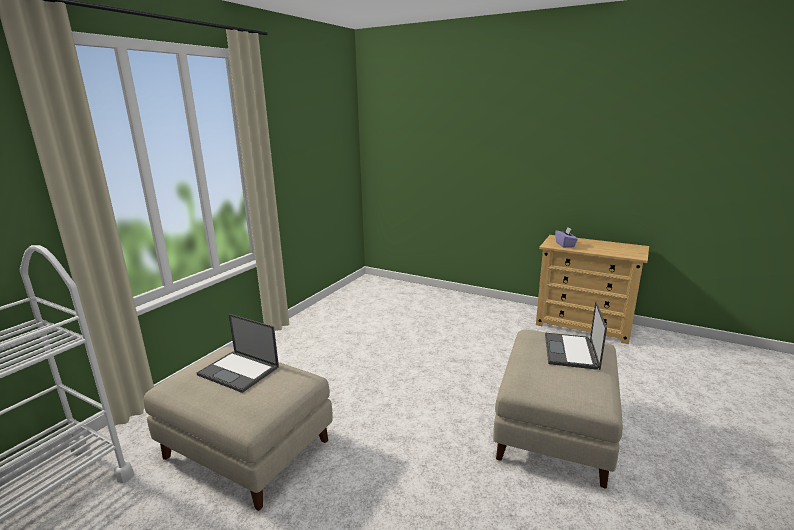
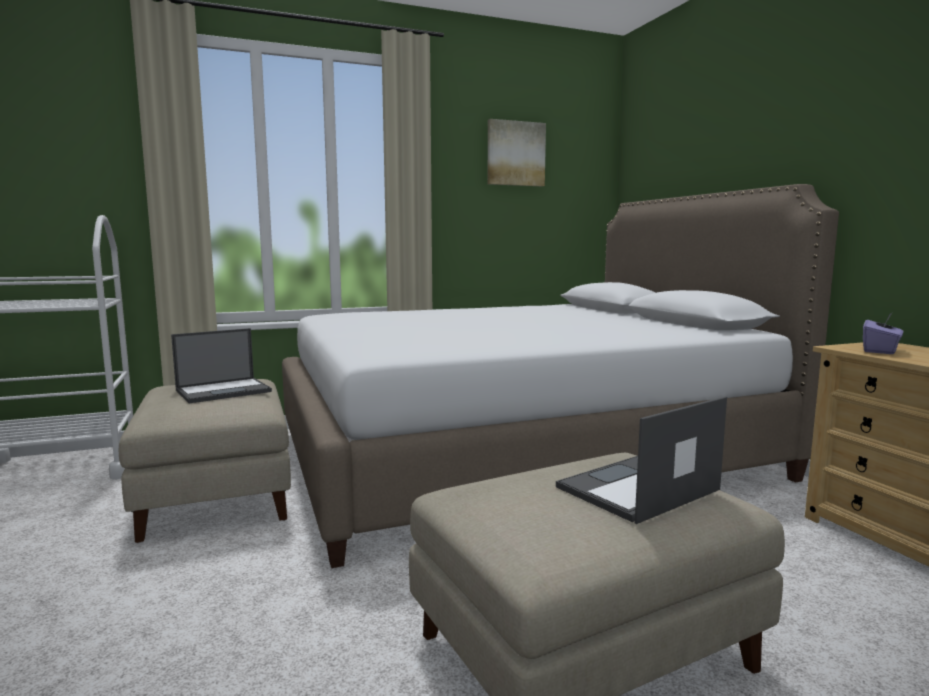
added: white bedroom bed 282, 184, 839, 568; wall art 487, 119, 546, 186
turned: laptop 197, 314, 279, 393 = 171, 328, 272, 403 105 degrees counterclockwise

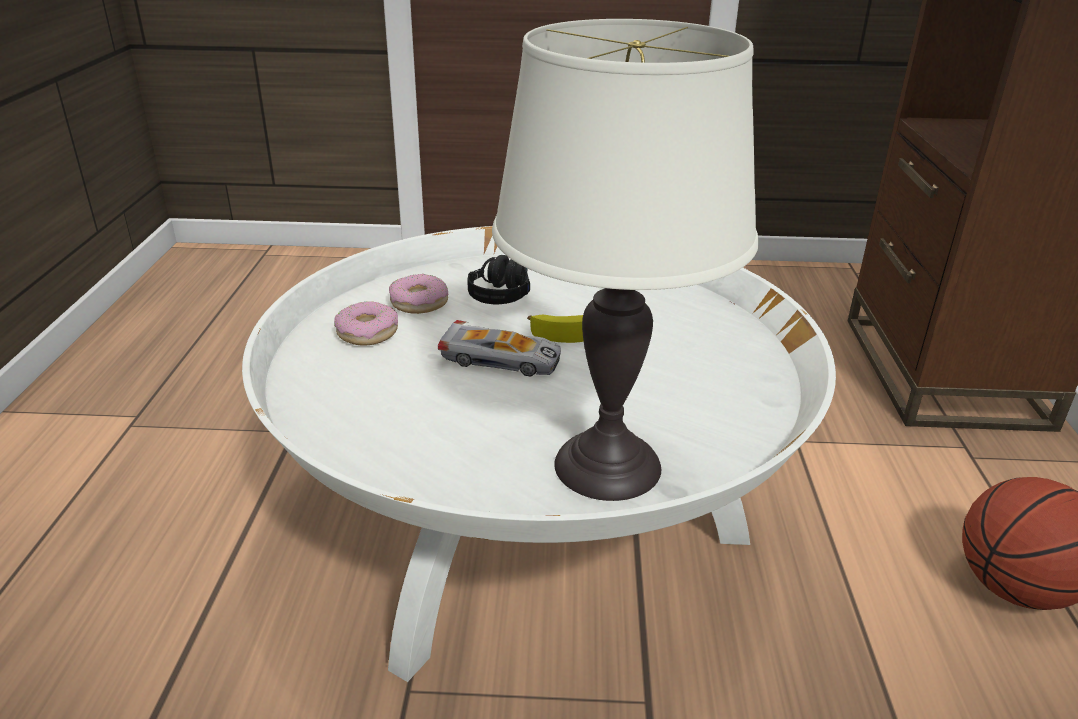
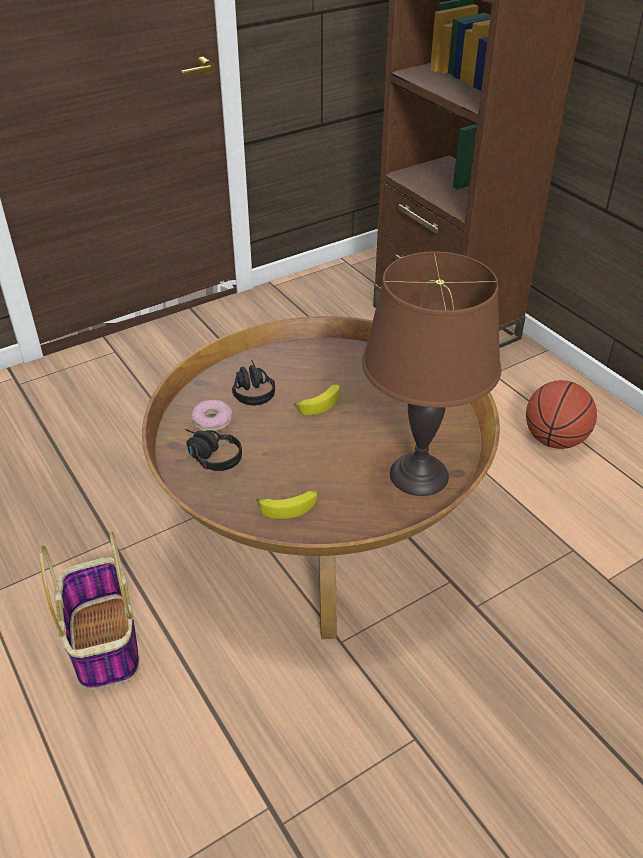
removed: model car 438, 320, 561, 377
added: basket 40, 531, 139, 690; banana 256, 490, 318, 519
replaced: doughnut 334, 301, 398, 346 to black headphones 185, 429, 242, 471
recoloured: white lounge table 242, 226, 836, 682 to brown lounge table 142, 316, 500, 639; white tabletop lamp 492, 19, 759, 501 to brown tabletop lamp 362, 252, 501, 496

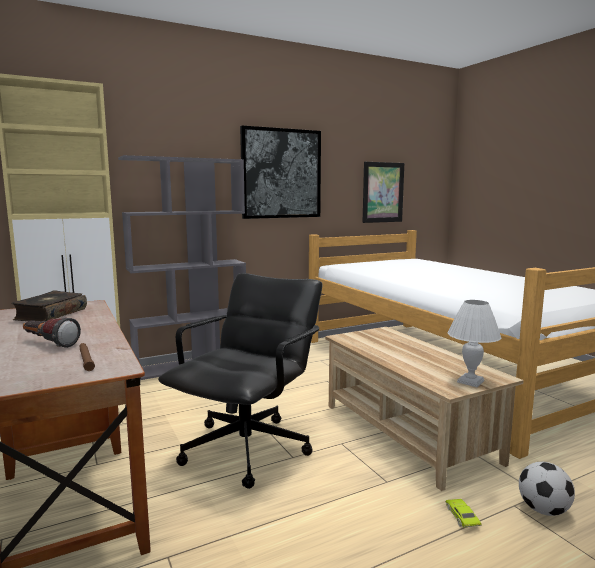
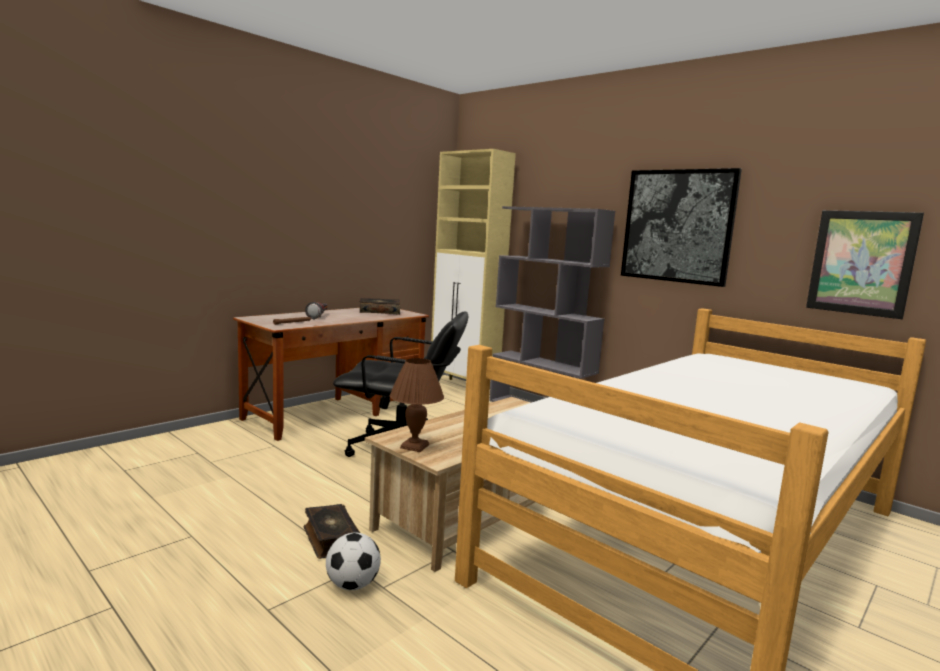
replaced: green model car 445, 499, 482, 527 to book 304, 504, 360, 559
recoloured: white tabletop lamp 448, 300, 501, 387 to brown tabletop lamp 390, 358, 444, 452

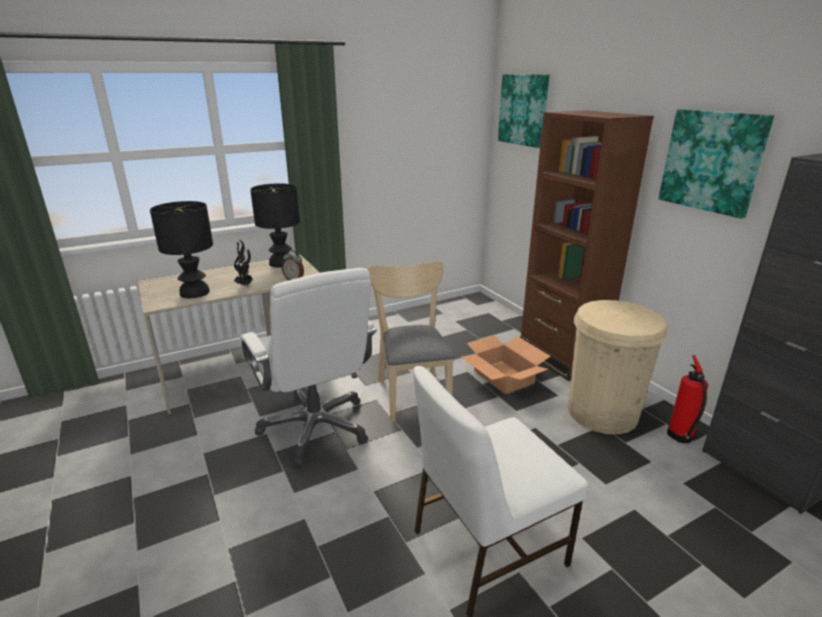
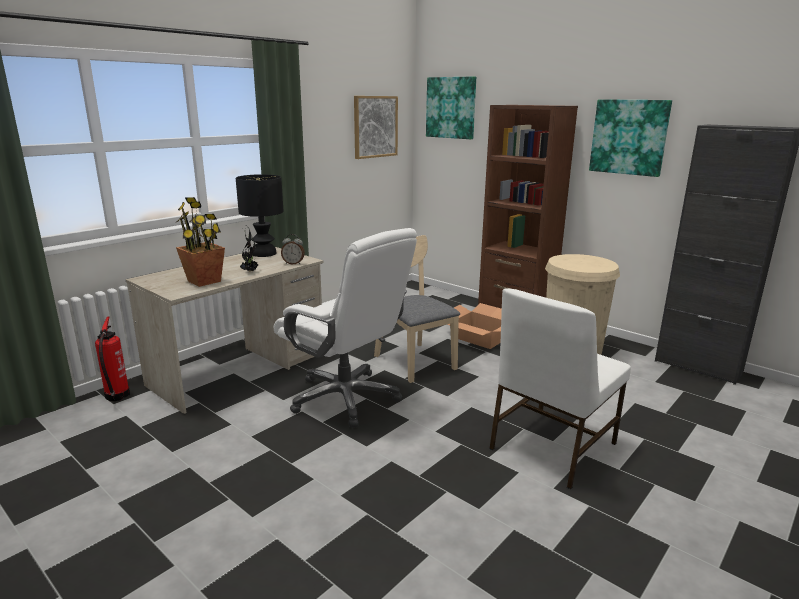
added: wall art 354, 96, 398, 159
moved: extinguisher 667, 355, 708, 443 to 95, 317, 130, 401
replaced: black tabletop lamp 150, 201, 213, 298 to houseplant 176, 197, 225, 287

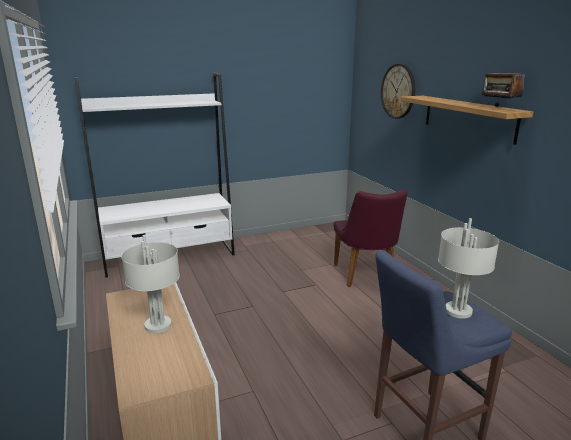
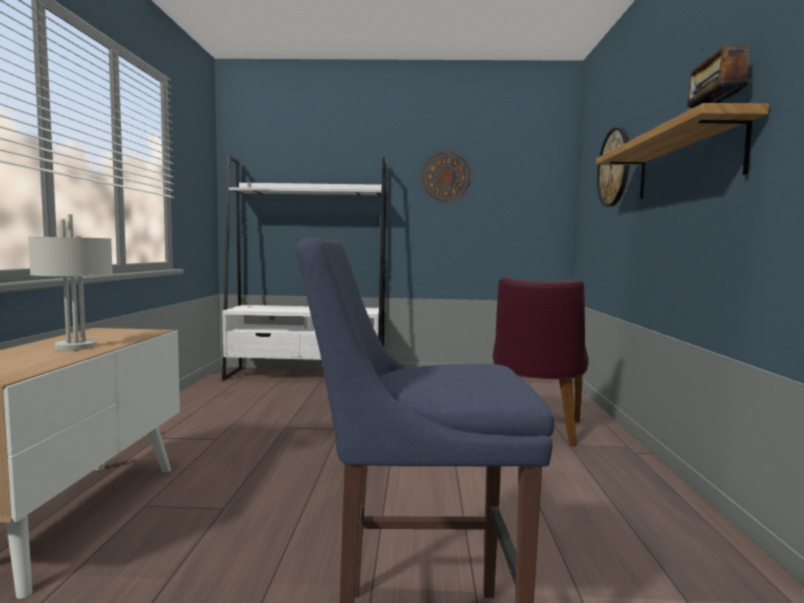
removed: grey tabletop lamp 438, 218, 499, 319
added: wall clock 422, 152, 471, 202

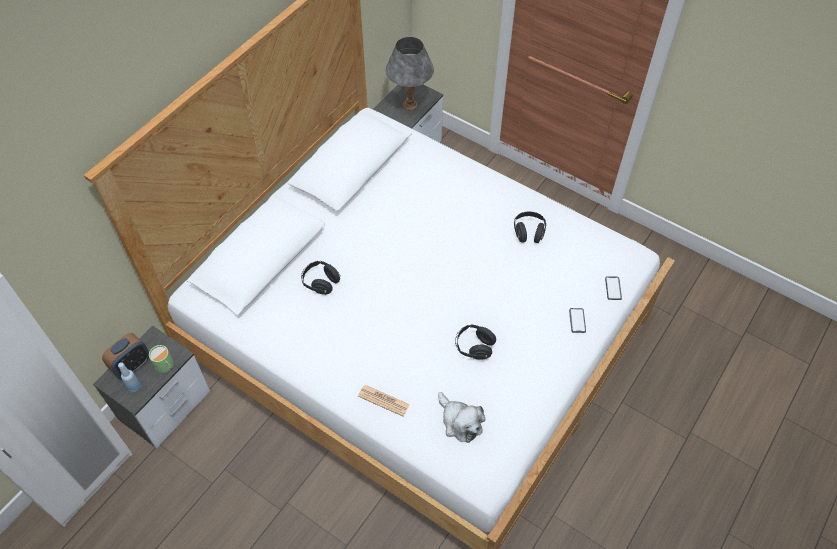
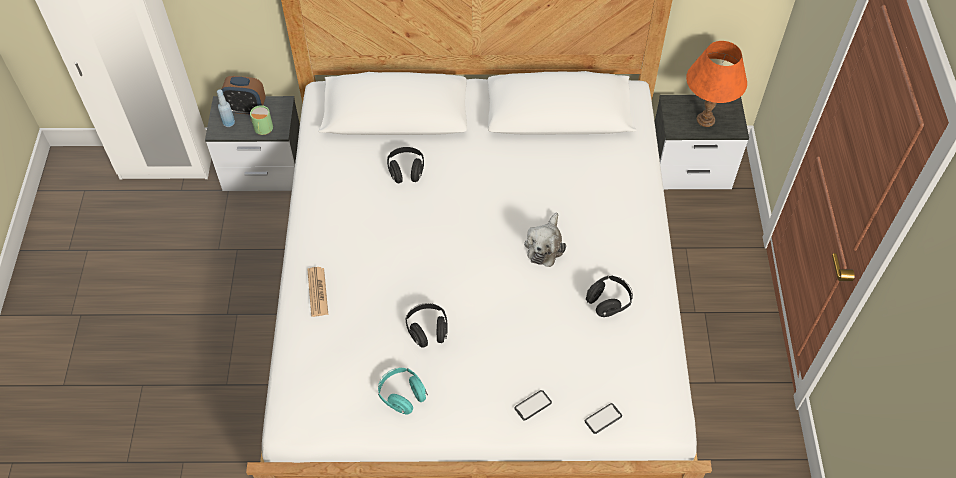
added: turquoise-coloured headphones 378, 368, 428, 415
moved: plush toy 438, 392, 486, 443 to 524, 212, 566, 267
recoloured: grey tabletop lamp 386, 37, 434, 110 to orangey tabletop lamp 686, 41, 747, 127

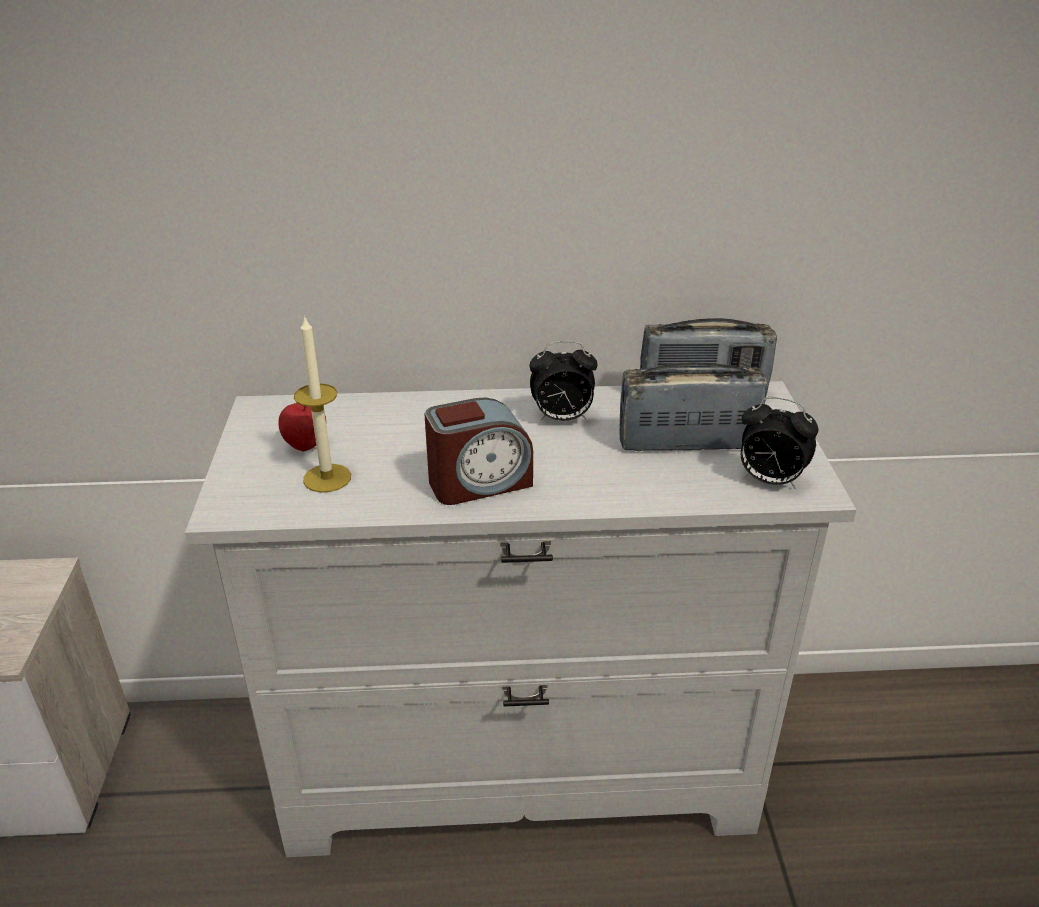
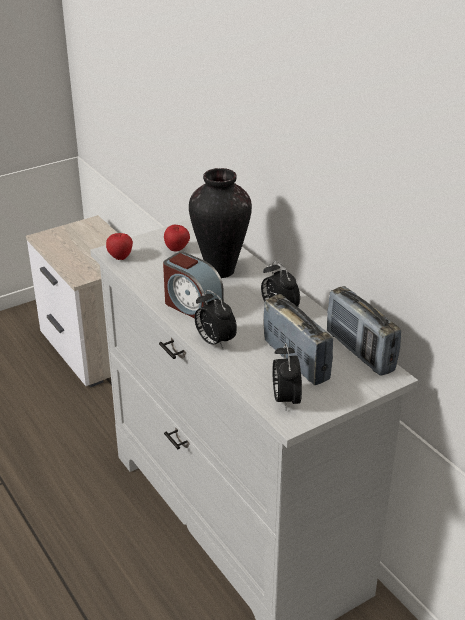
removed: wax light 294, 315, 351, 493
added: apple fruit 106, 233, 133, 260; decorative vase 189, 168, 252, 278; table clock 195, 290, 237, 350

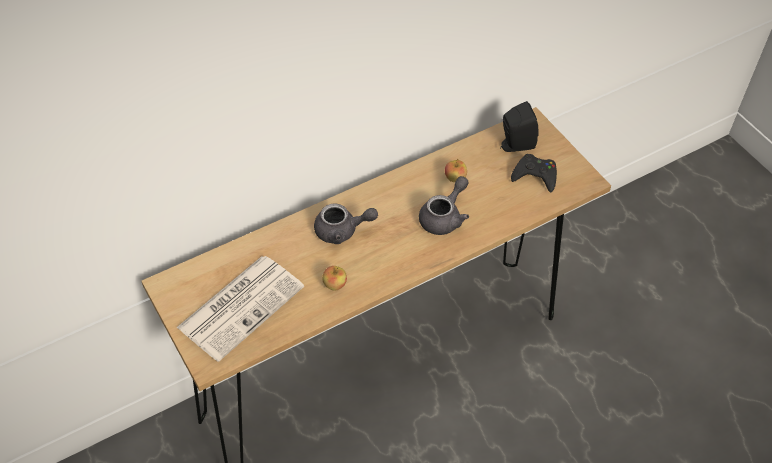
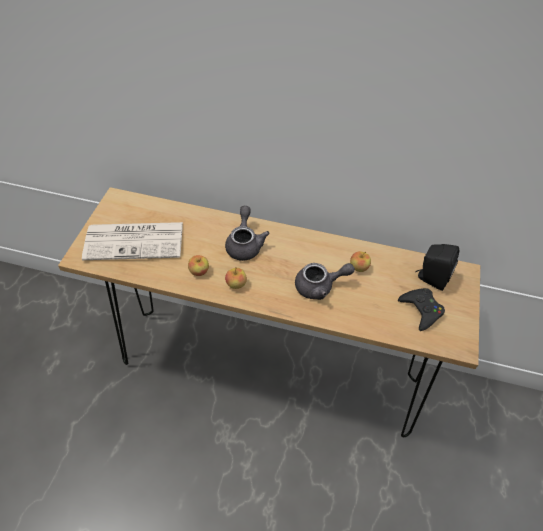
added: apple fruit 225, 267, 247, 289
turned: grey teapot 314, 203, 378, 244 = 225, 206, 270, 261 135 degrees counterclockwise

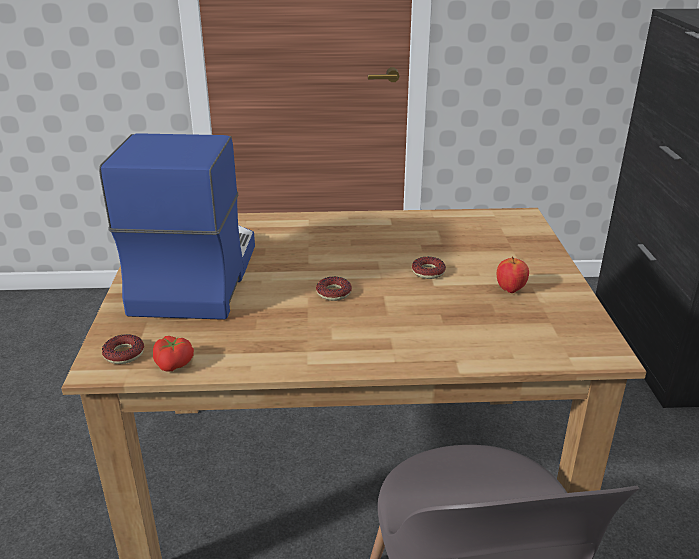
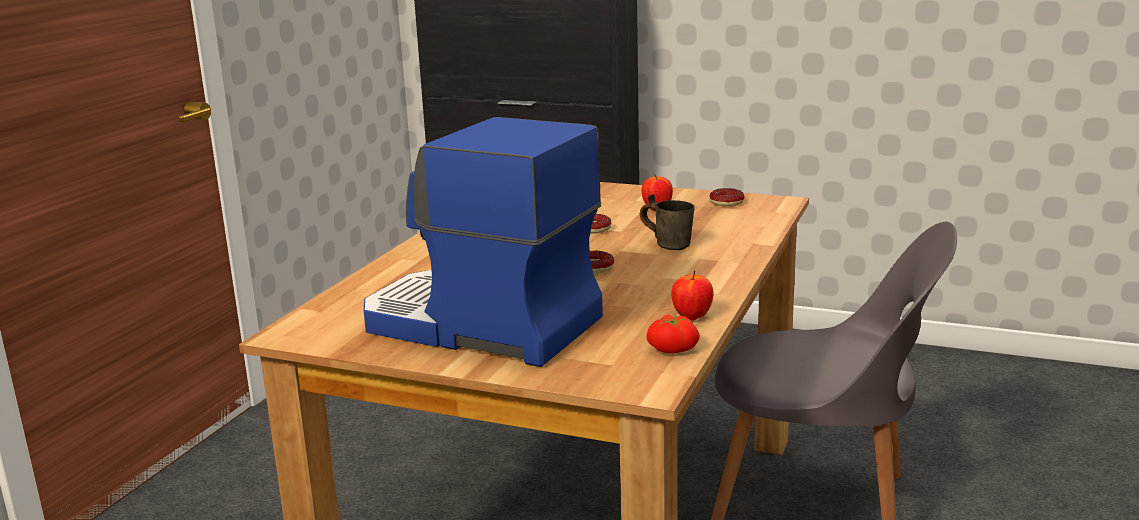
added: grey mug 640, 194, 694, 250; apple fruit 671, 270, 714, 321
moved: doughnut 102, 334, 144, 364 to 709, 188, 744, 206

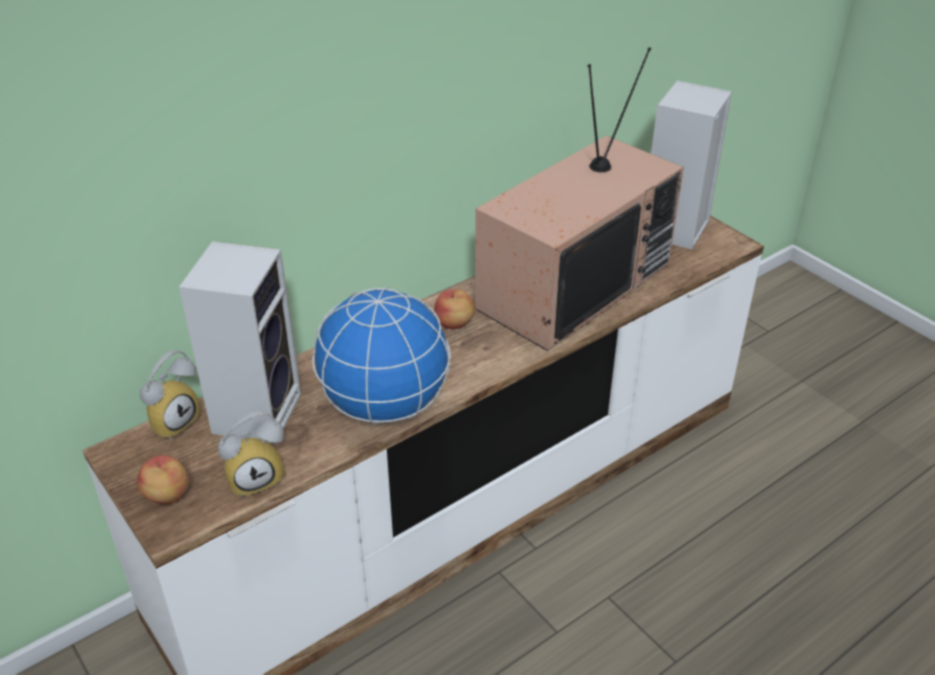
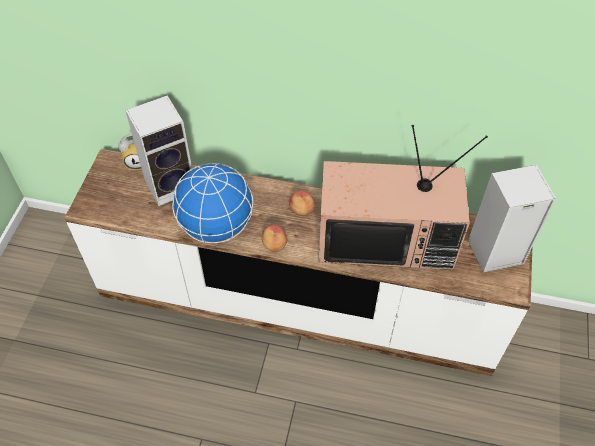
removed: table clock 218, 411, 284, 498
moved: apple fruit 137, 455, 189, 504 to 262, 225, 287, 252

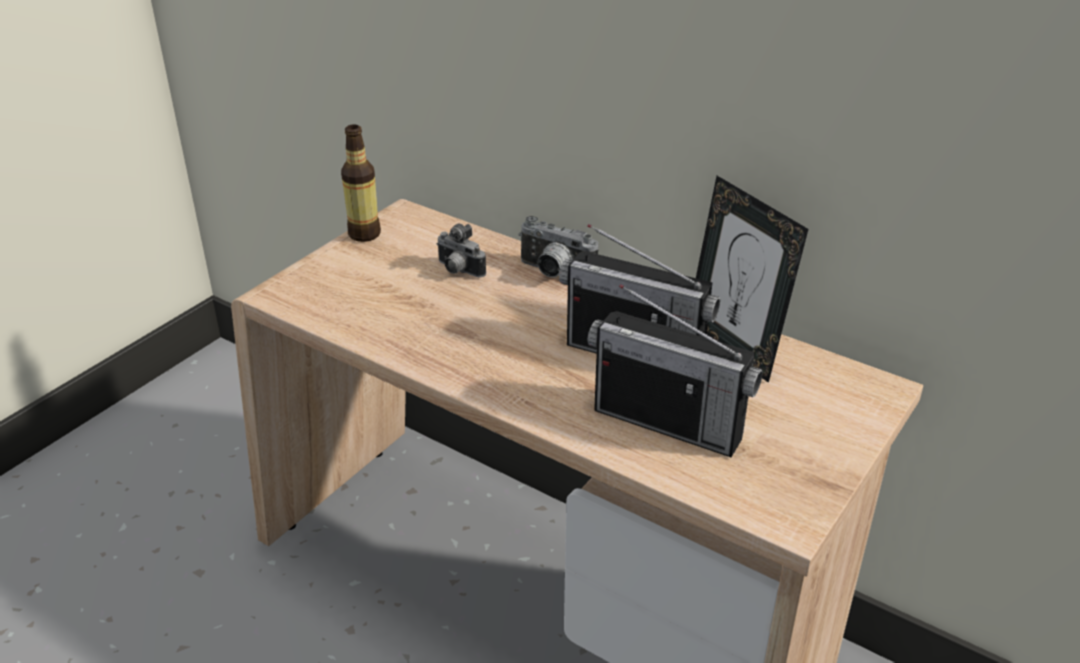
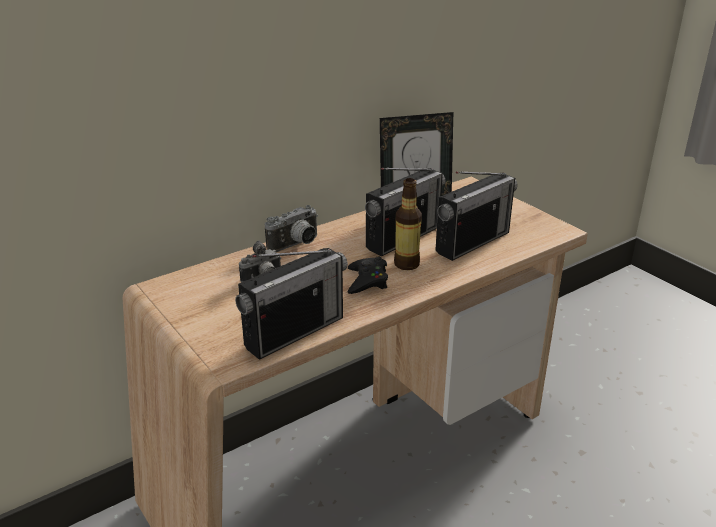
added: radio 235, 248, 348, 360; black game controller 348, 257, 388, 294
moved: drink bottle 341, 124, 381, 242 to 394, 178, 422, 270

